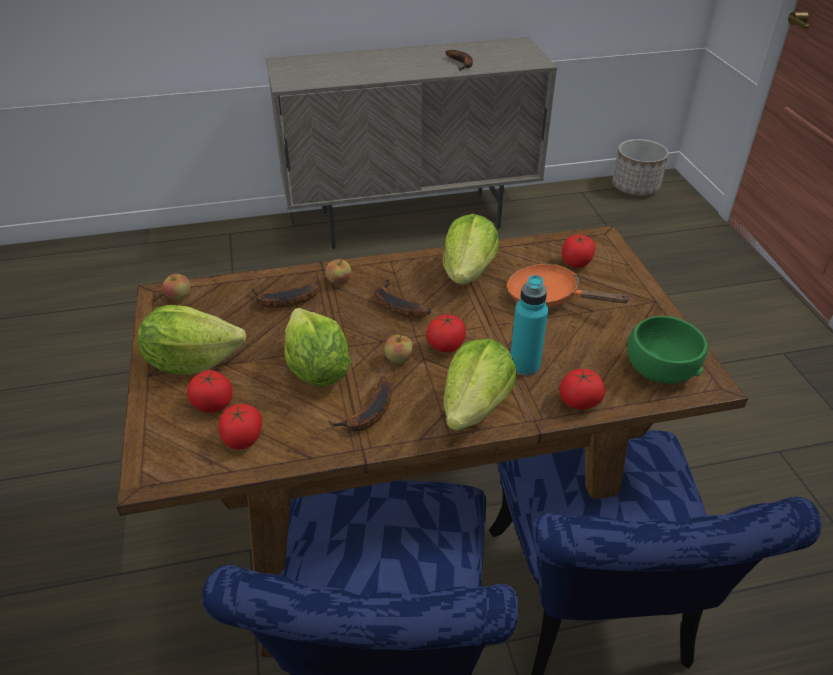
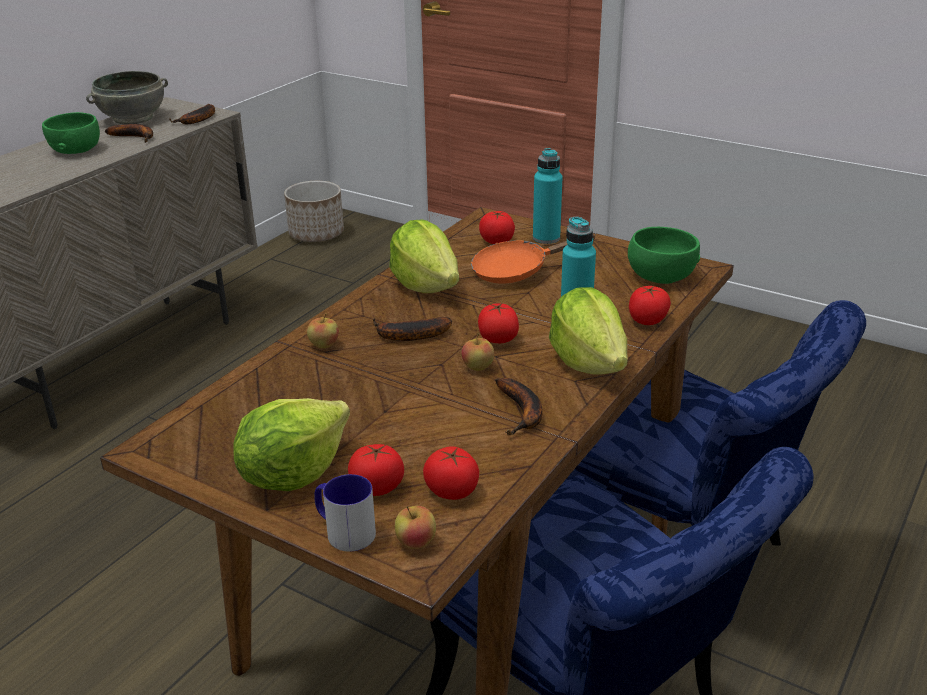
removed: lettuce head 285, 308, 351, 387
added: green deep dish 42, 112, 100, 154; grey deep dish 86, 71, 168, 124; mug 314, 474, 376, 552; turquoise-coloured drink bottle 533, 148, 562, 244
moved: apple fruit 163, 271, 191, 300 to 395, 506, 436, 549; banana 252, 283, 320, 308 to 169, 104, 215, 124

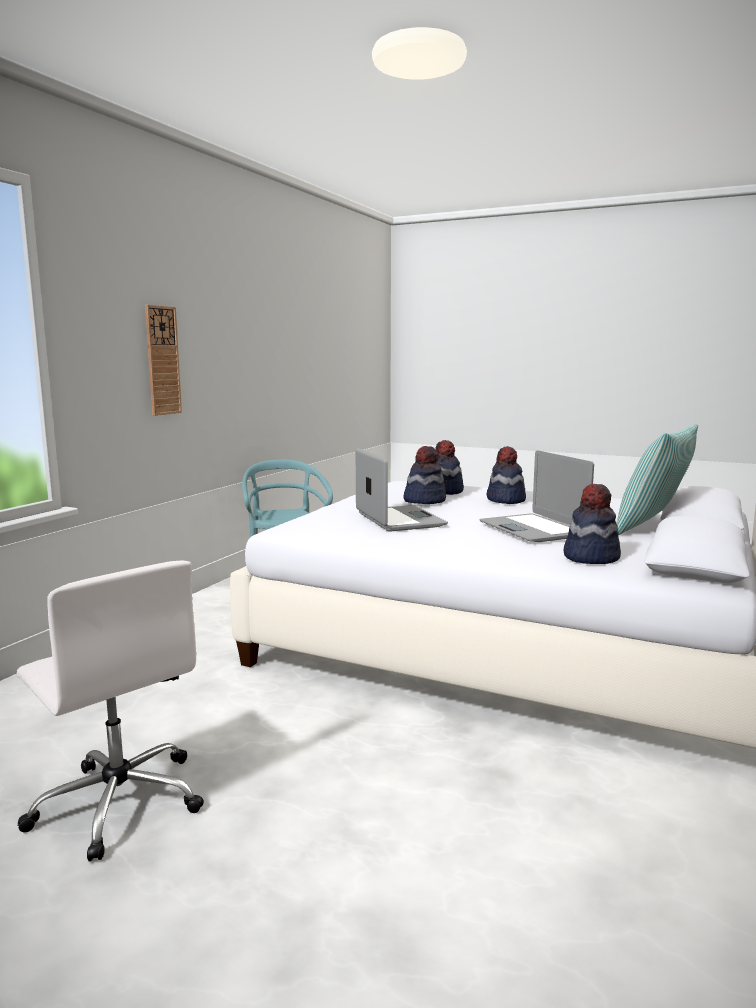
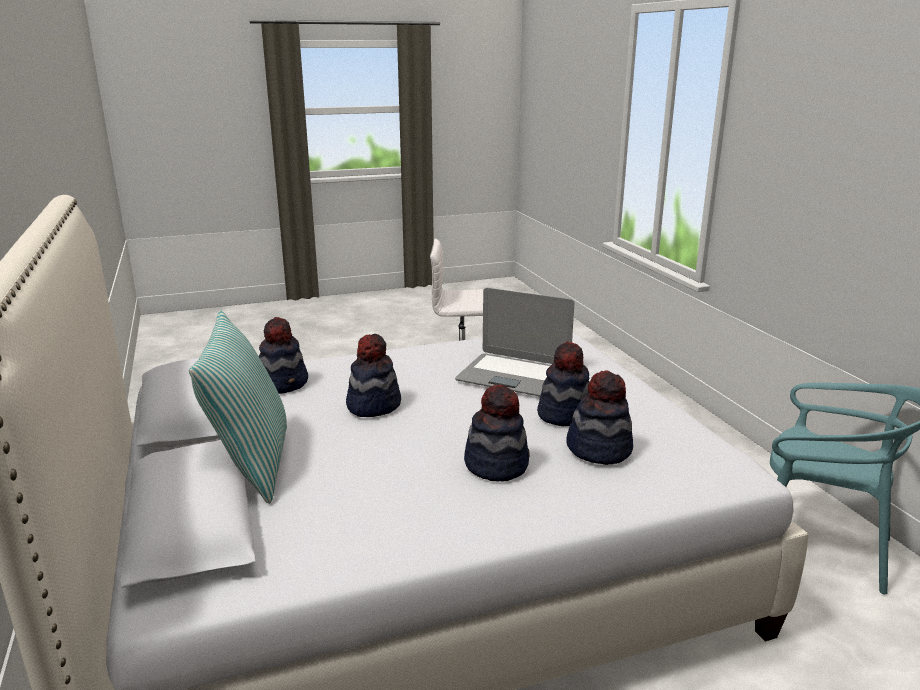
removed: wall clock 145, 305, 182, 416
replaced: laptop 479, 450, 594, 542 to wearable hat 346, 334, 401, 417

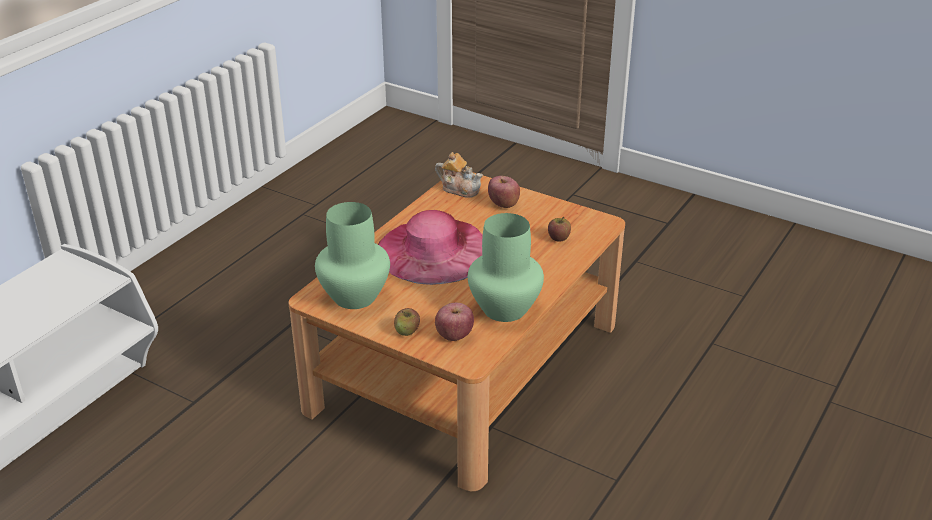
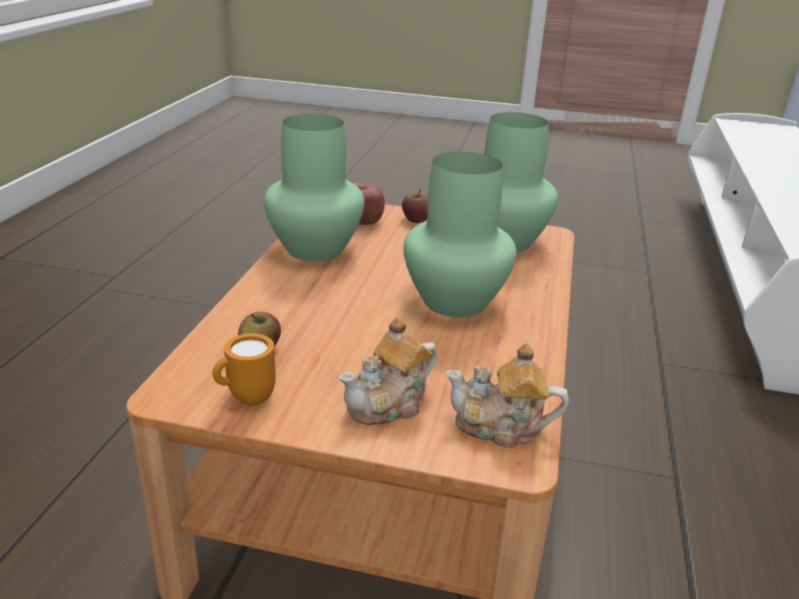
added: orangey mug 213, 333, 276, 406
replaced: pink wearable hat 378, 210, 483, 285 to green decorative vase 403, 152, 517, 317; apple fruit 488, 176, 520, 208 to teapot 339, 317, 438, 425

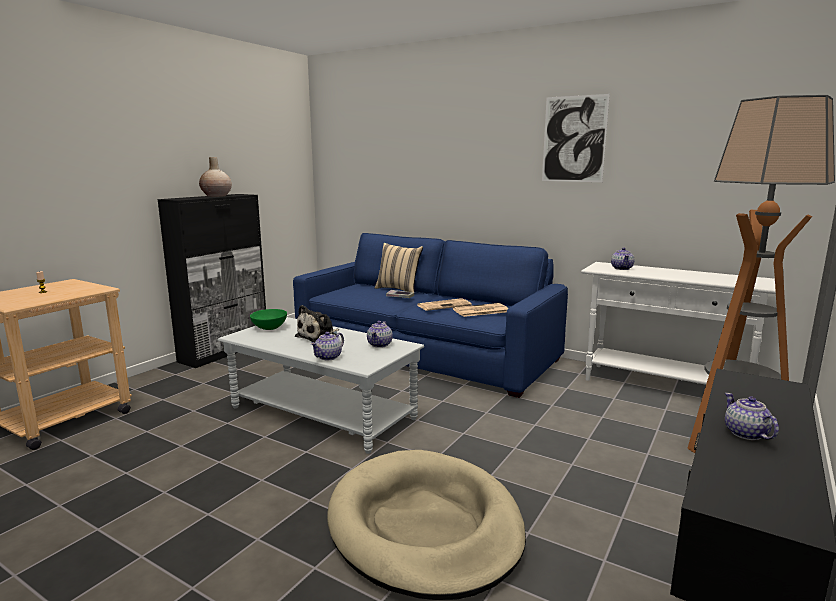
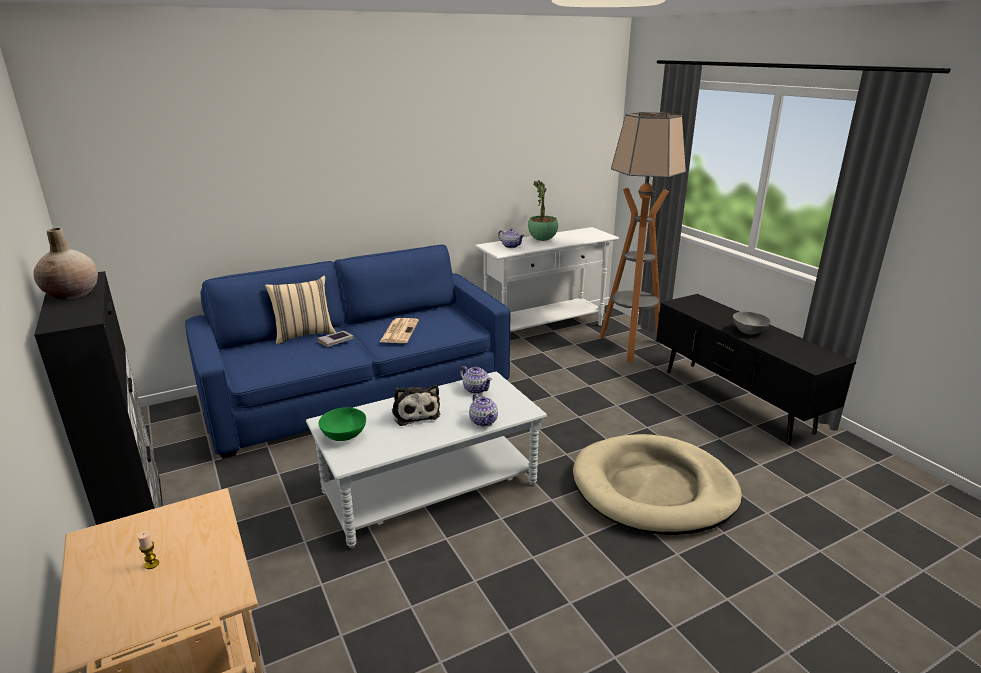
removed: printed paper 453, 303, 508, 317; wall art 542, 94, 610, 182
added: houseplant 528, 180, 558, 241
replaced: teapot 725, 393, 779, 440 to grey deep dish 733, 311, 771, 334

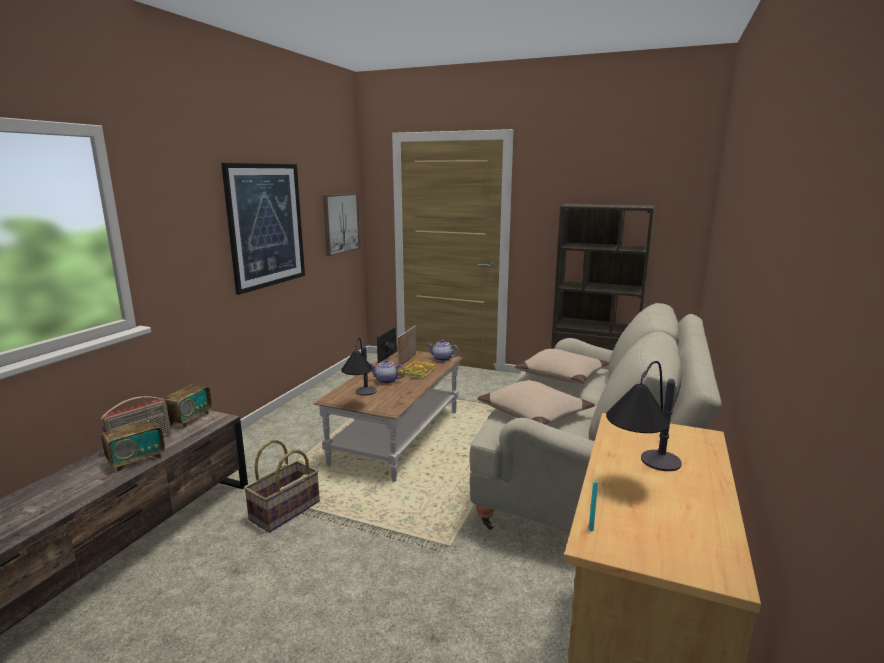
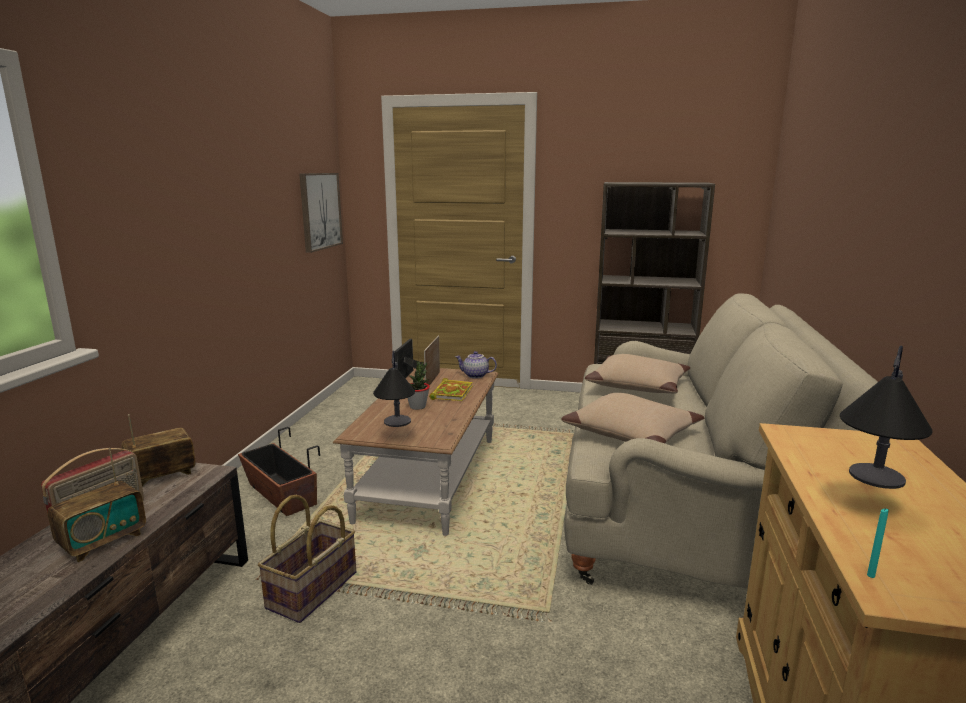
removed: wall art 221, 163, 305, 295
added: plant pot 238, 427, 320, 516
replaced: teapot 369, 359, 405, 384 to houseplant 408, 361, 430, 410
turned: radio 162, 364, 212, 428 = 122, 414, 196, 486 135 degrees counterclockwise

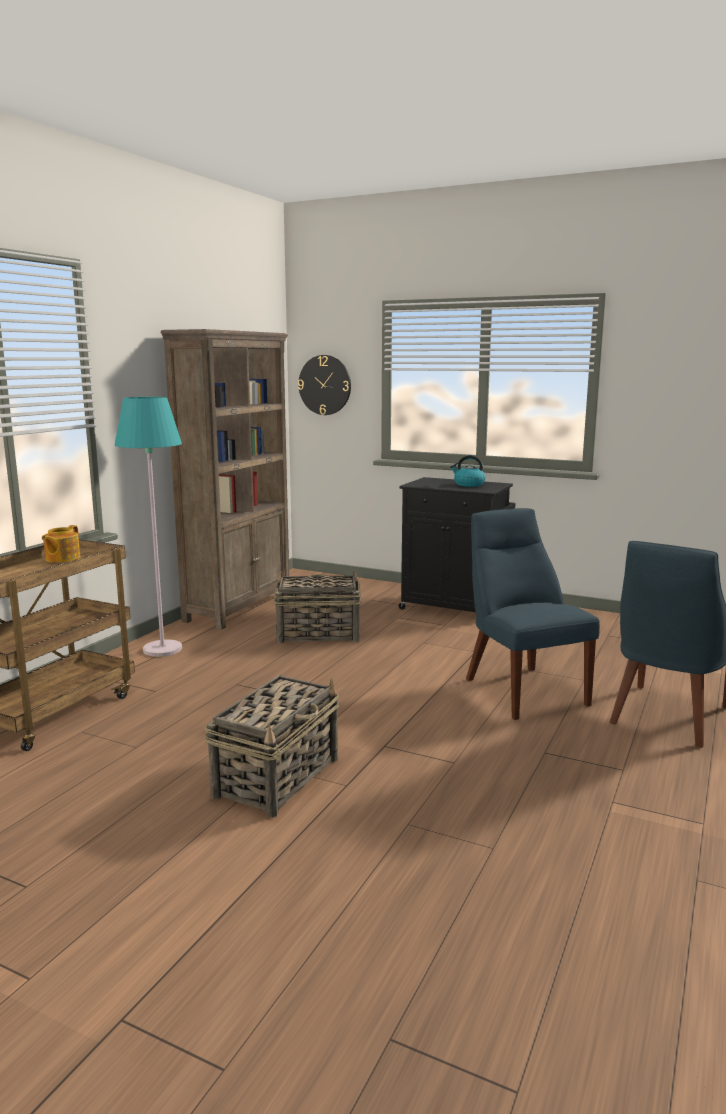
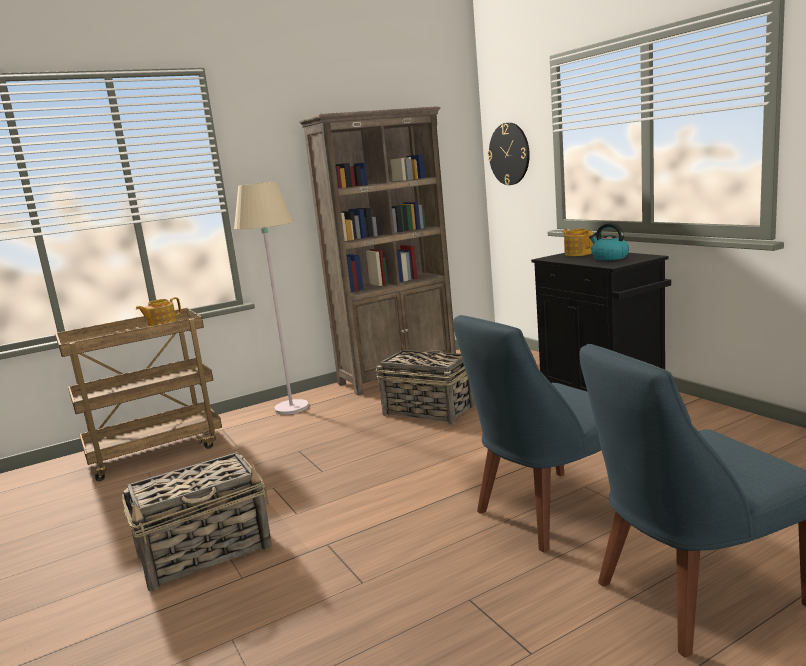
added: teapot 562, 229, 593, 256
recoloured: turquoise-coloured standing lamp 115, 397, 182, 657 to beige standing lamp 234, 181, 309, 415
turned: blue-coloured chair 466, 508, 600, 720 = 453, 315, 601, 553 135 degrees counterclockwise

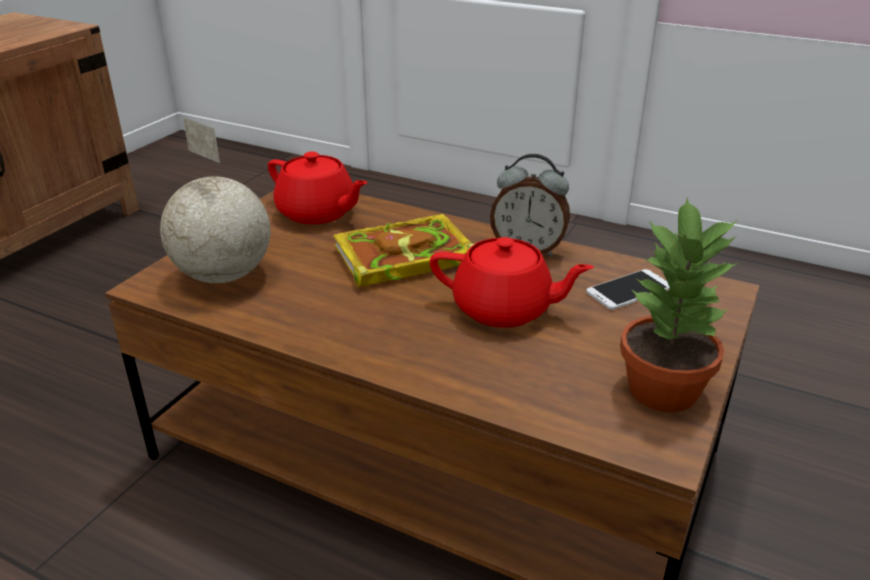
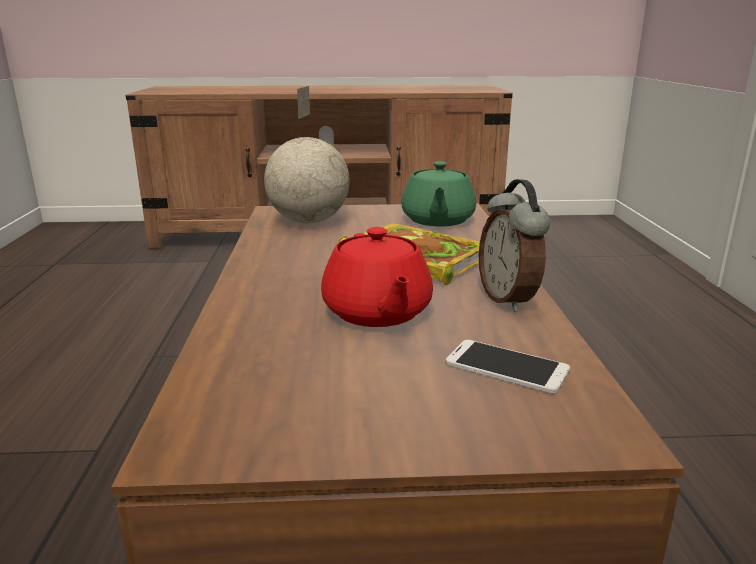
removed: houseplant 620, 197, 738, 412
recoloured: red teapot 268, 151, 368, 224 to green teapot 401, 161, 476, 226

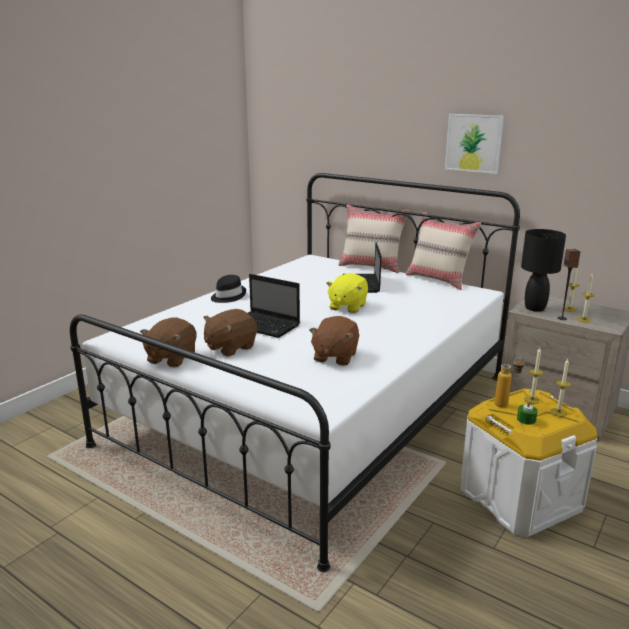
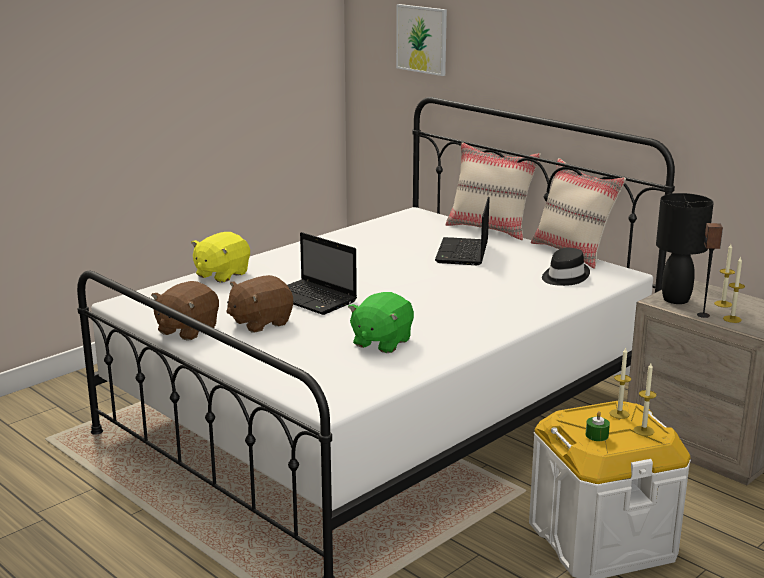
removed: drink bottle 495, 357, 525, 408
moved: black wearable hat 211, 275, 246, 303 to 542, 248, 590, 286; yellow plush toy 326, 273, 368, 313 to 191, 232, 250, 283; wall art 445, 114, 504, 174 to 396, 4, 447, 76
recoloured: brown plush toy 309, 316, 359, 366 to green plush toy 348, 292, 414, 353

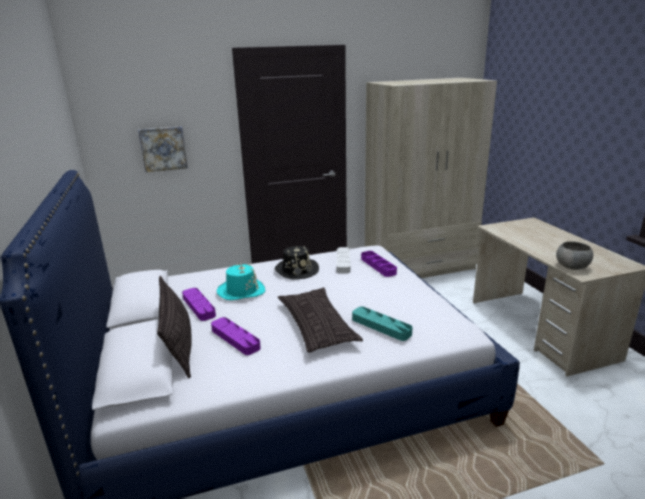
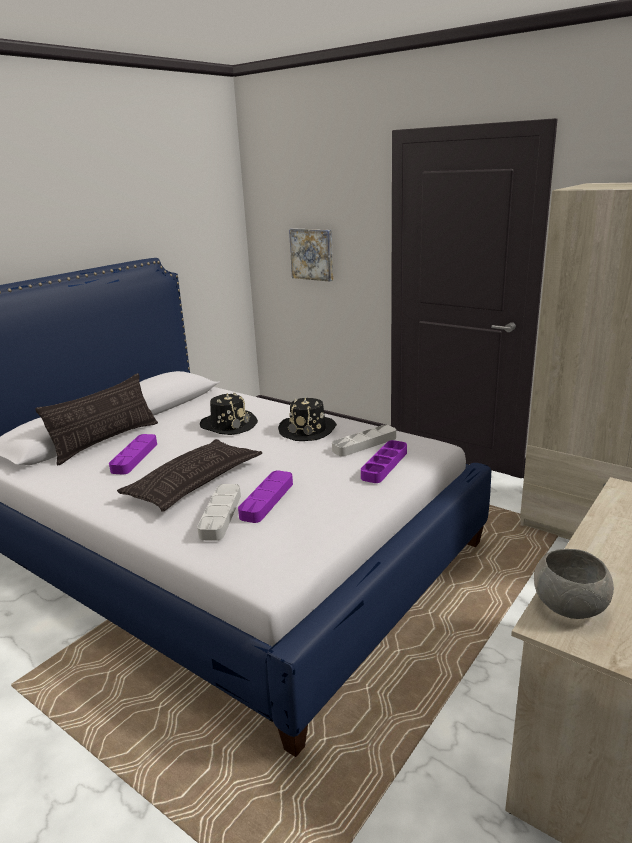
moved: purplish carrying tray 182, 288, 216, 321 to 238, 470, 293, 523
recoloured: turquoise-coloured wearable hat 217, 263, 265, 300 to black wearable hat 200, 392, 258, 435; turquoise-coloured carrying tray 352, 307, 413, 341 to grey carrying tray 197, 484, 241, 541

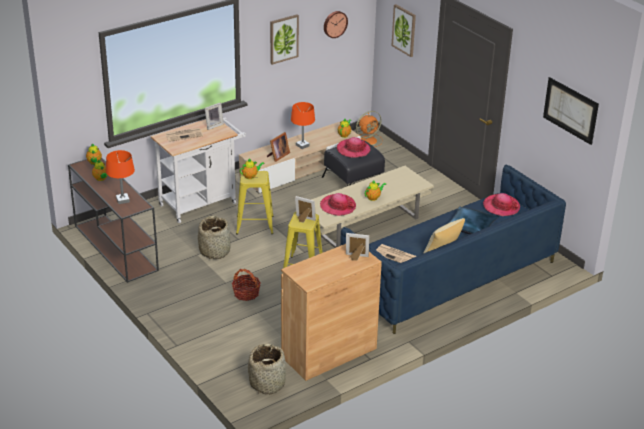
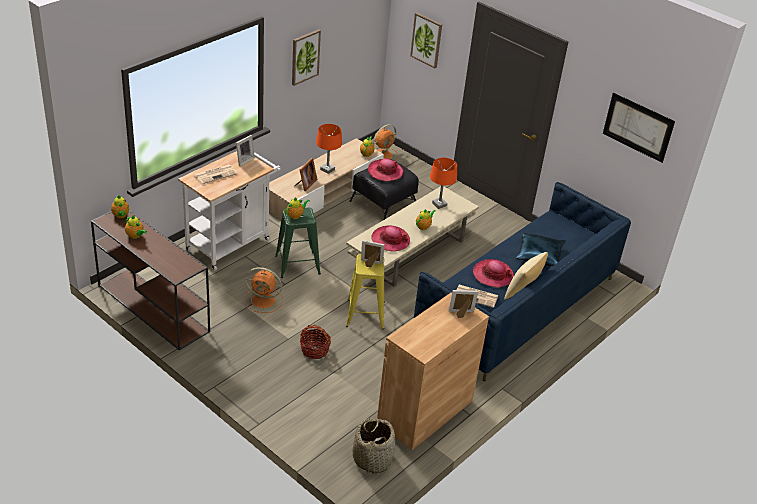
removed: wall clock 324, 11, 348, 38
moved: orangey tabletop lamp 106, 150, 135, 204 to 430, 158, 457, 209; wearable hat 483, 193, 520, 216 to 473, 259, 514, 288
replaced: basket 198, 216, 230, 259 to orangey cooling fan 245, 267, 283, 313
recoloured: yellow stool 236, 171, 274, 234 to green stool 275, 208, 321, 278

